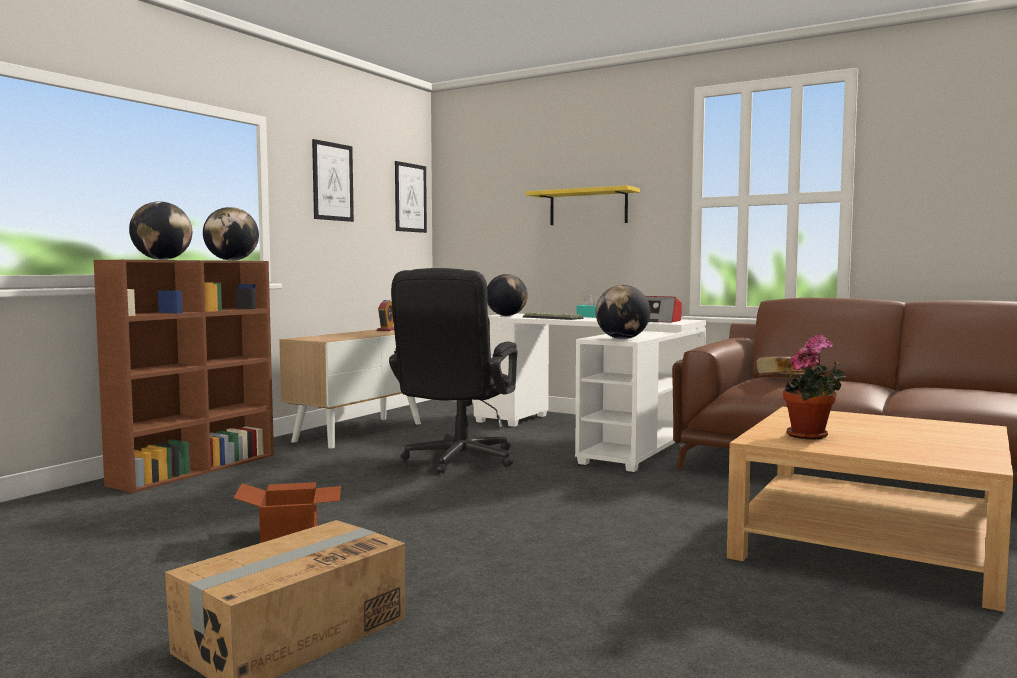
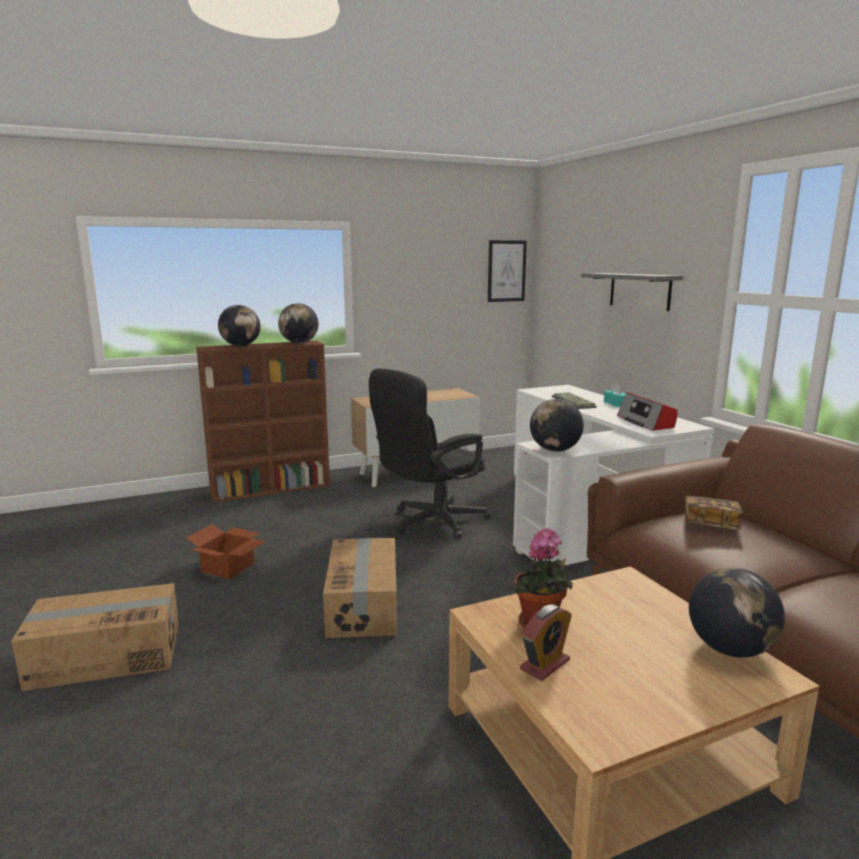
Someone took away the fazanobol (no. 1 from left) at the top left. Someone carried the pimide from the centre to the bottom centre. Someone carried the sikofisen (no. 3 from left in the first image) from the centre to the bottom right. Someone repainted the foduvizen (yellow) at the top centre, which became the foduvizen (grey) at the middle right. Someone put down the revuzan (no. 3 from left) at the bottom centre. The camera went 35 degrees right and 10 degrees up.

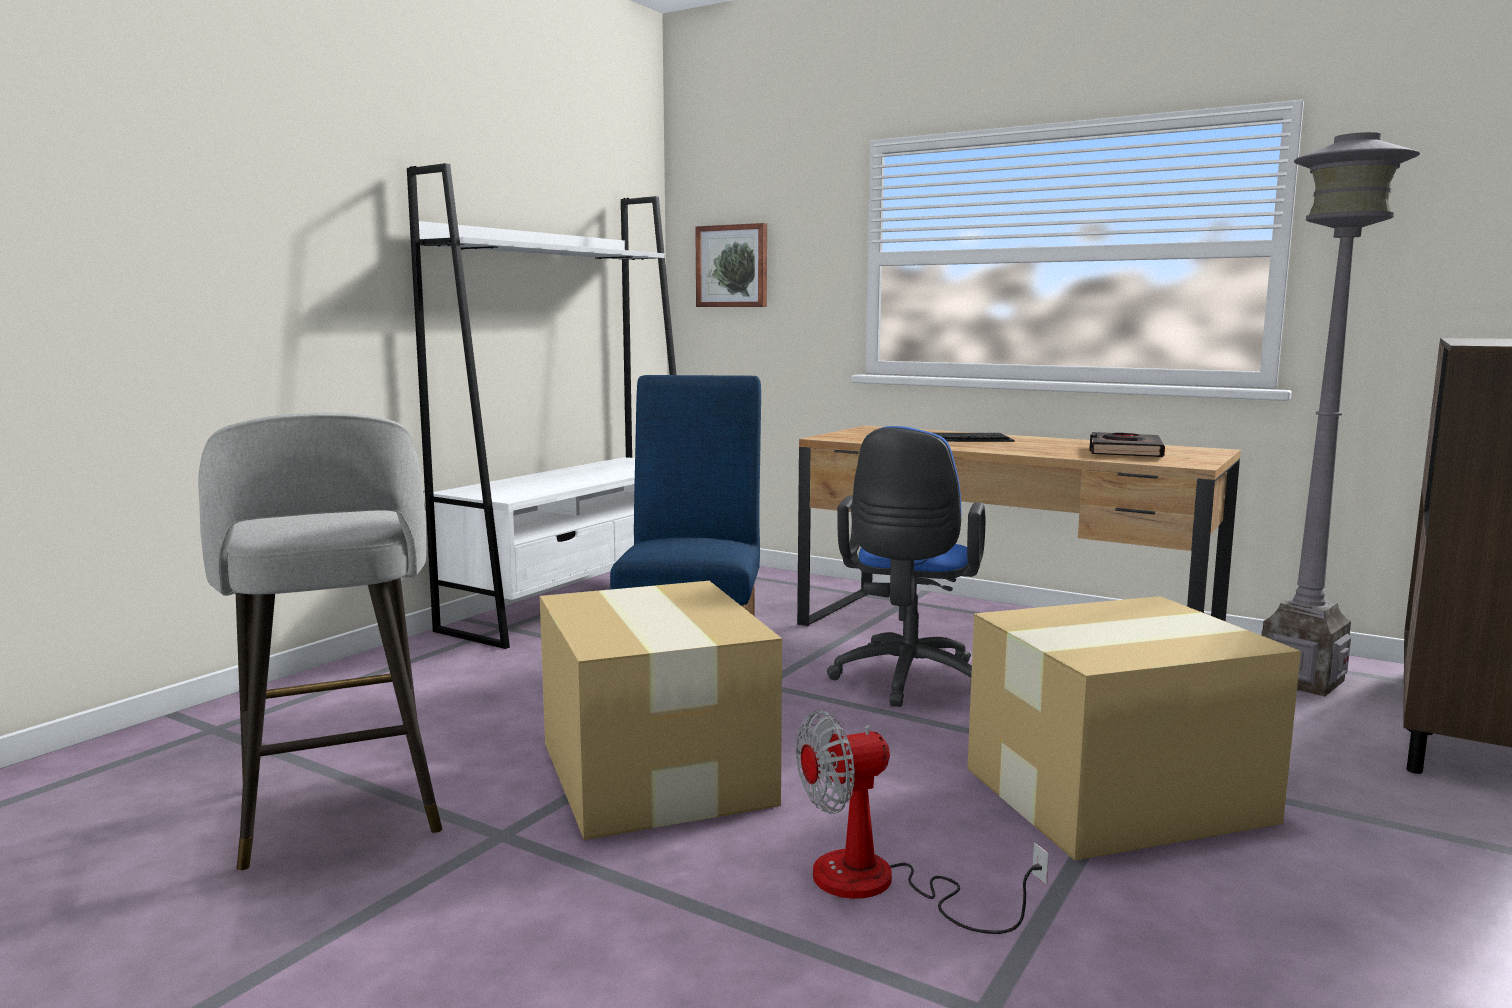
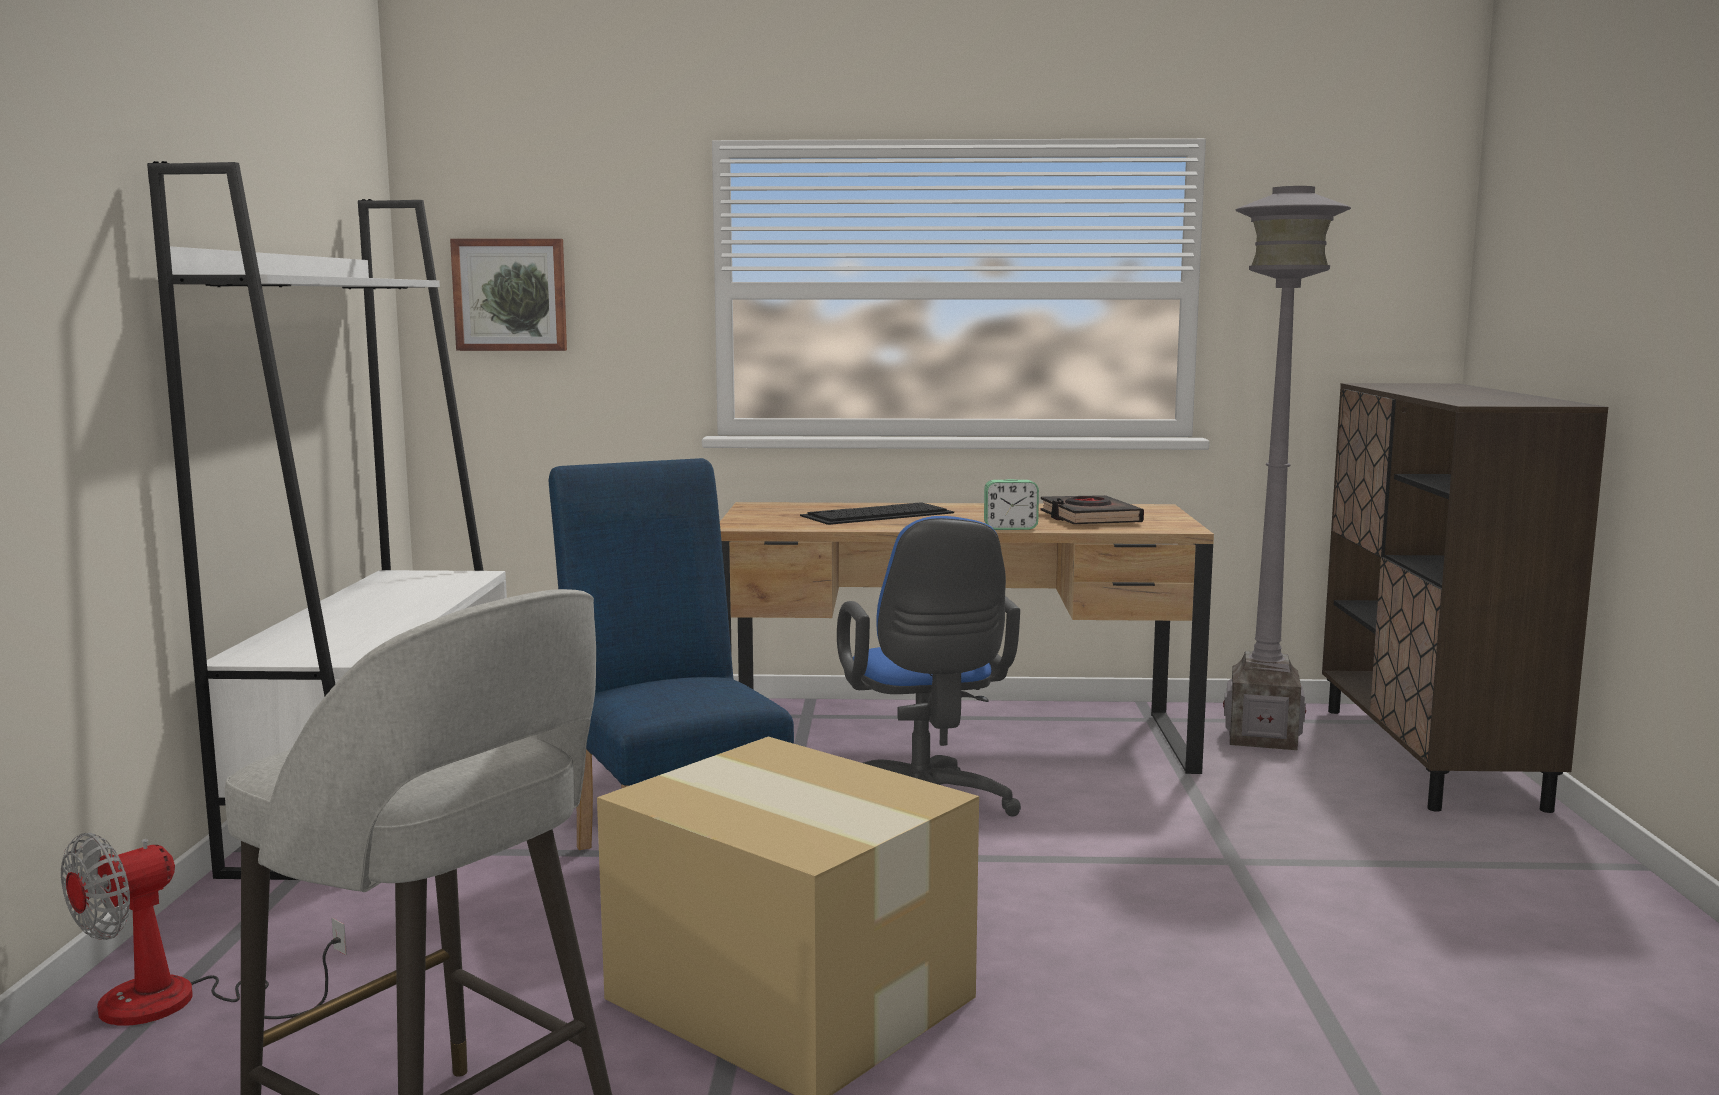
Someone carried the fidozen from the bottom centre to the bottom left. Someone took away the revuzan (no. 2 from left) at the bottom right. Someone put down the pimide at the centre. The camera went 30 degrees left and 0 degrees up.

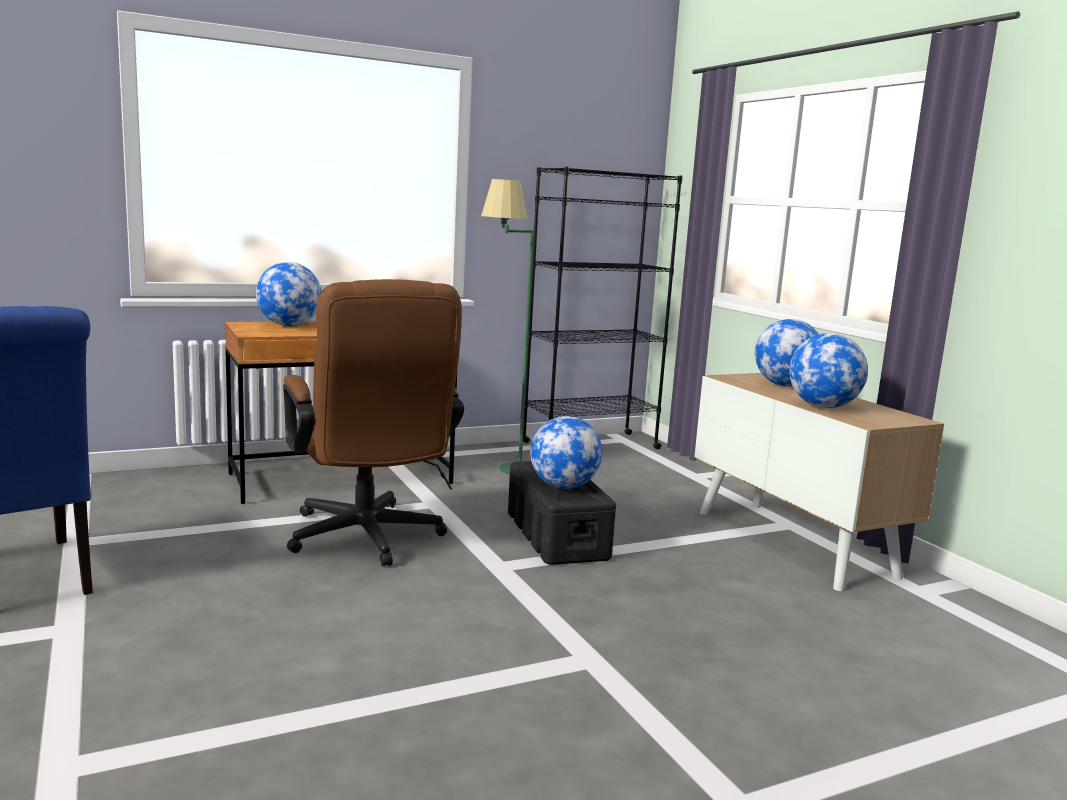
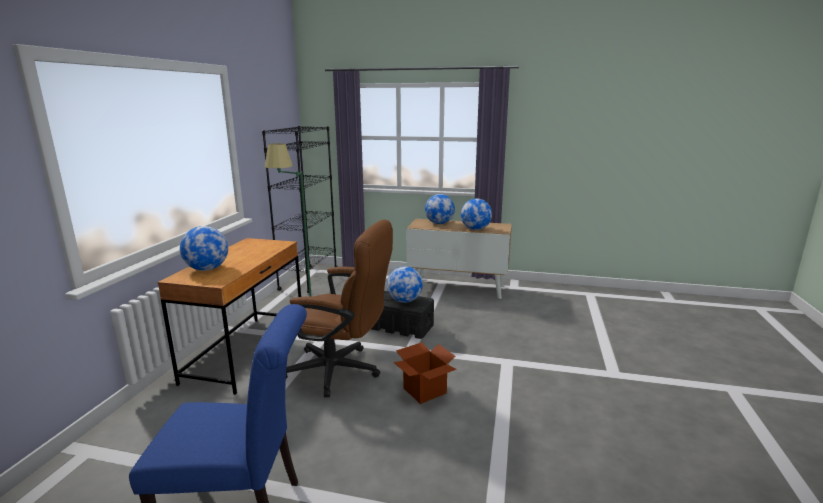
Someone put down the revuzan at the bottom centre. The camera went 50 degrees left and 5 degrees up.

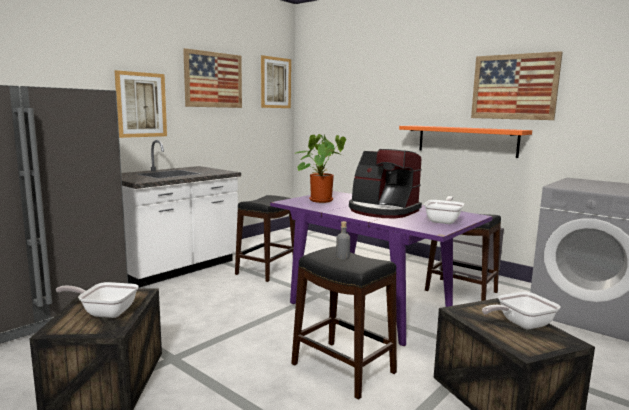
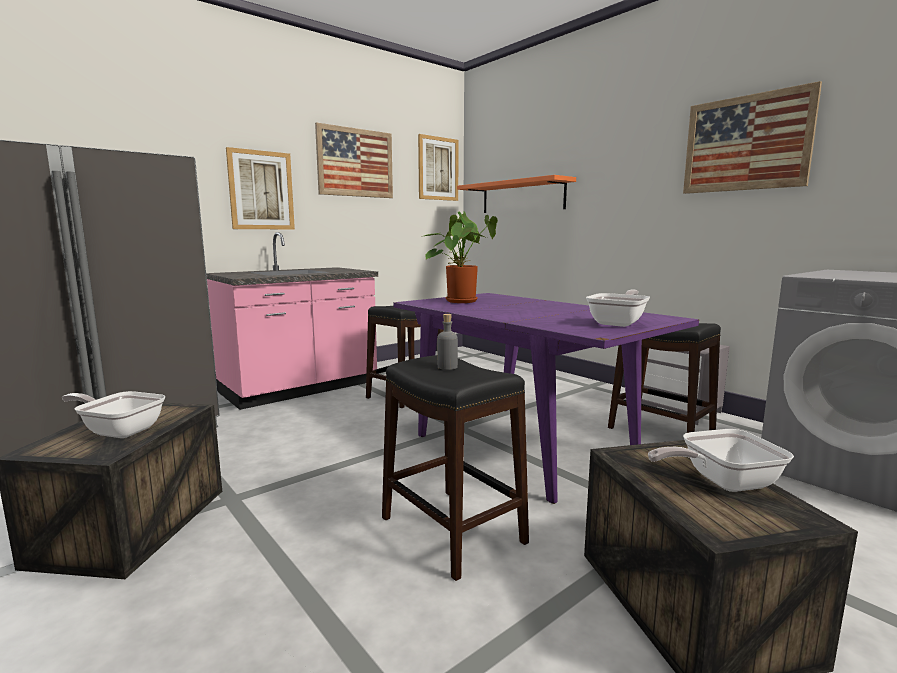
Someone repainted the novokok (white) at the middle left, which became the novokok (pink) at the middle left. Someone took away the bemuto at the centre. Someone carried the foduvizen (orange) from the middle right to the top centre. The camera went 10 degrees right and 0 degrees up.

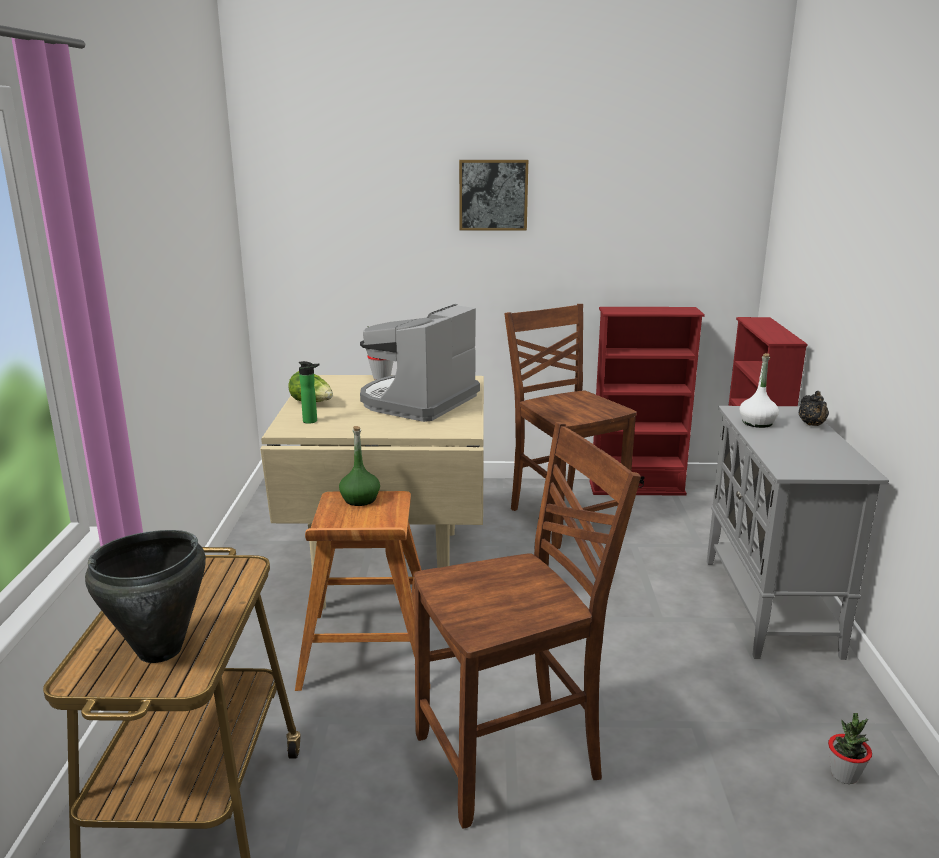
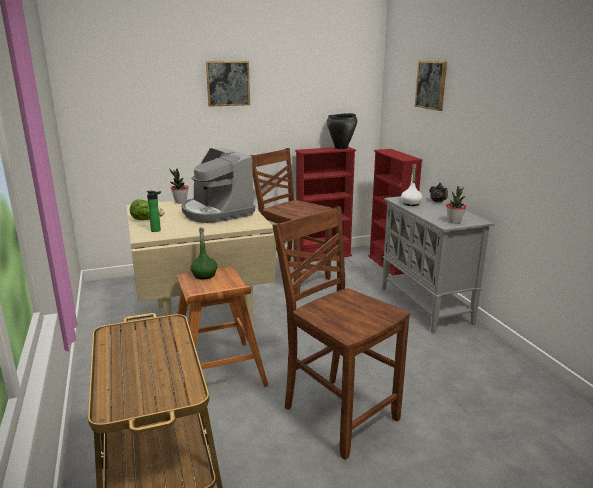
Someone carried the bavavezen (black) from the bottom left to the top centre. Someone rotated the bemuto at the centre by 45 degrees counterclockwise. Someone rotated the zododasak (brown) (no. 1 from left in the first image) at the bottom centre by 90 degrees counterclockwise. Someone carried the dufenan (no. 2 from left) from the bottom right to the middle right. Someone put up the fazanobol (no. 2 from left) at the top right. The camera went 20 degrees left and 0 degrees up.

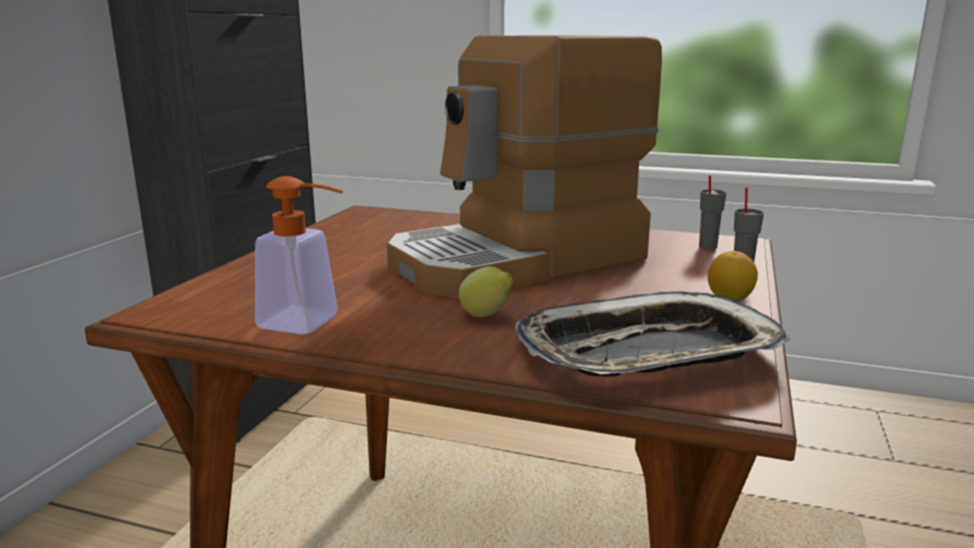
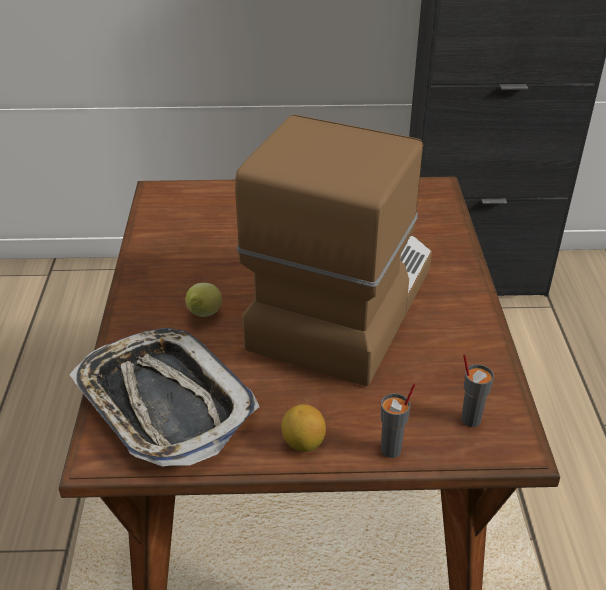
Someone took away the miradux at the middle left. Someone rotated the bemuto at the top centre by 75 degrees clockwise. The camera went 70 degrees right and 20 degrees up.

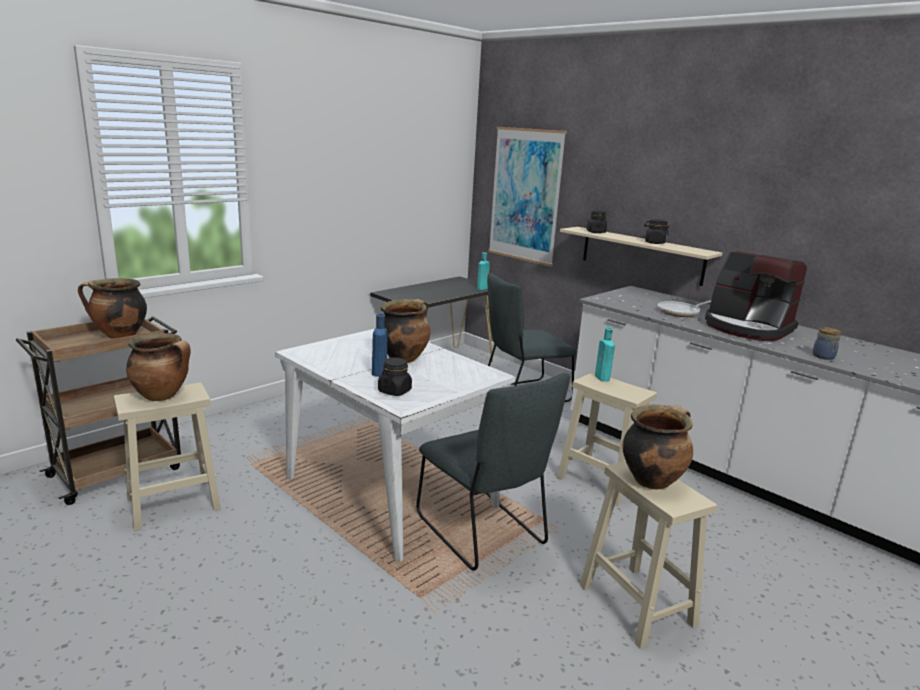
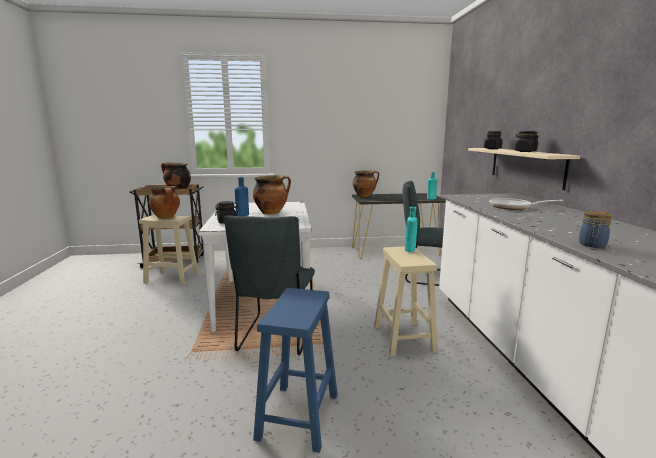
Someone took away the fazanobol at the top centre. Someone repainted the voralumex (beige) (no. 3 from left) at the bottom right, which became the voralumex (blue) at the bottom centre. Someone carried the bavavezen (no. 4 from left) from the middle right to the centre. Someone took away the bemuto at the middle right. The camera went 40 degrees right and 5 degrees down.

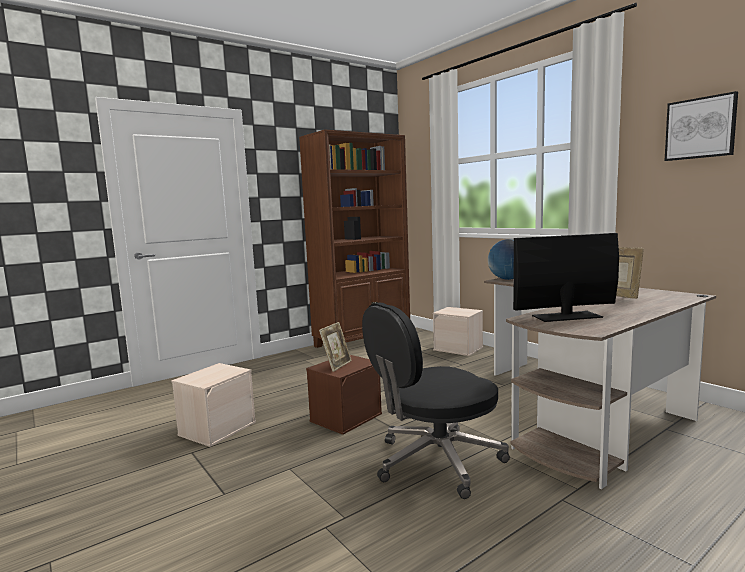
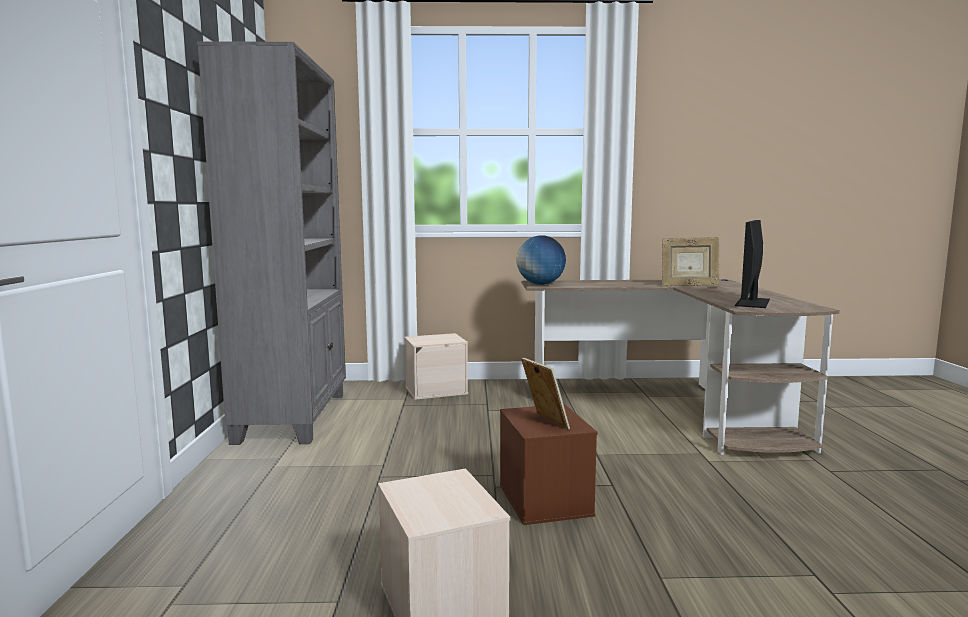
Someone repainted the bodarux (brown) at the centre, which became the bodarux (grey) at the middle left. Someone took away the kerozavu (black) at the bottom centre. Someone took away the fazanobol at the top right. The camera went 55 degrees left and 0 degrees up.

